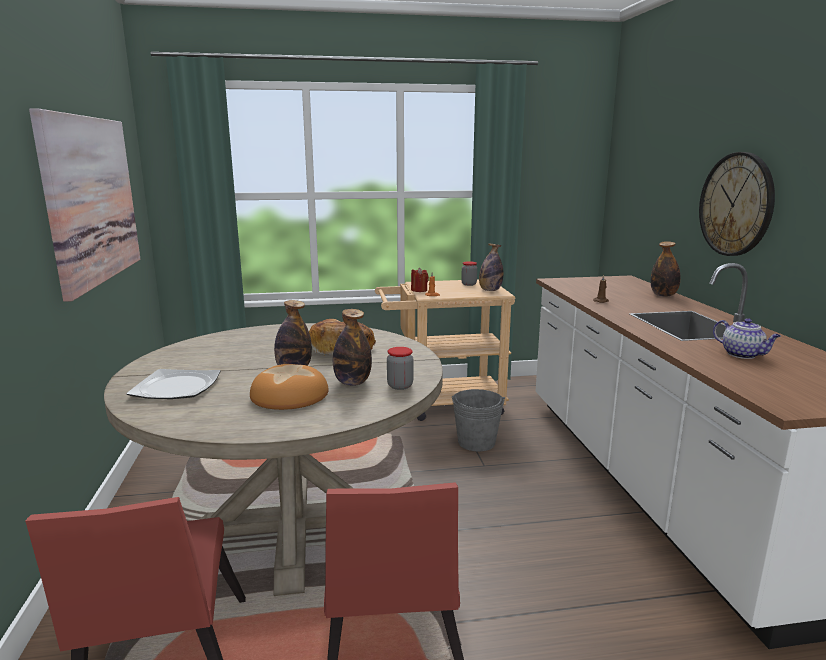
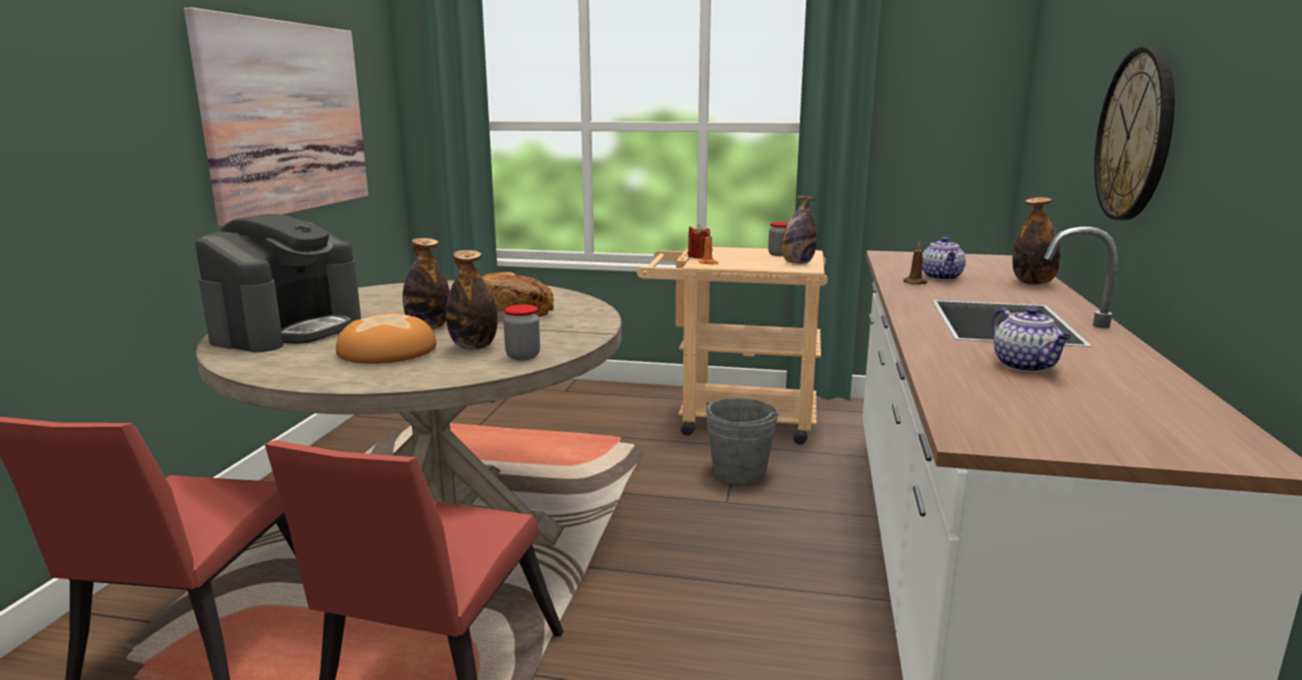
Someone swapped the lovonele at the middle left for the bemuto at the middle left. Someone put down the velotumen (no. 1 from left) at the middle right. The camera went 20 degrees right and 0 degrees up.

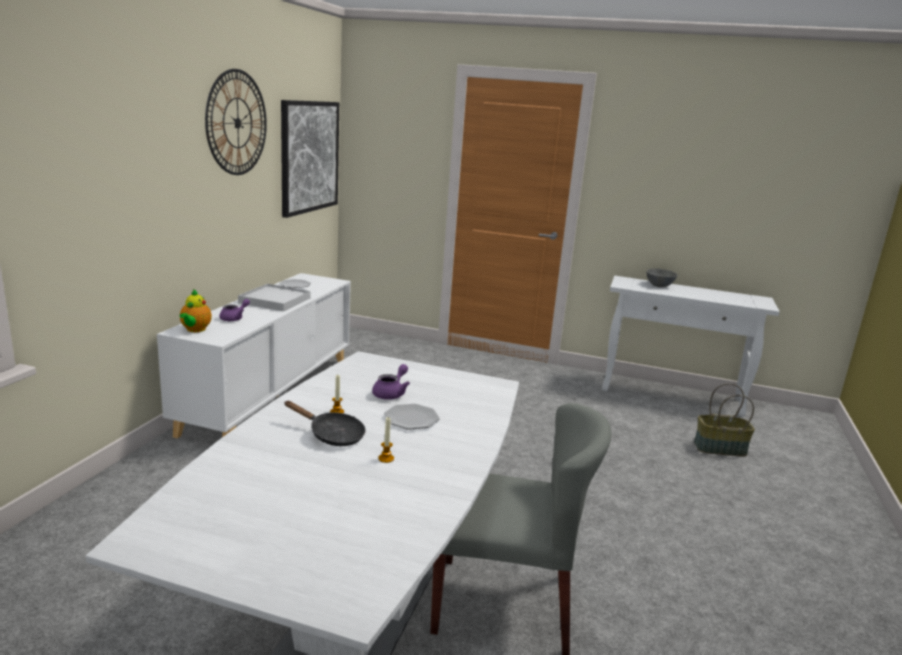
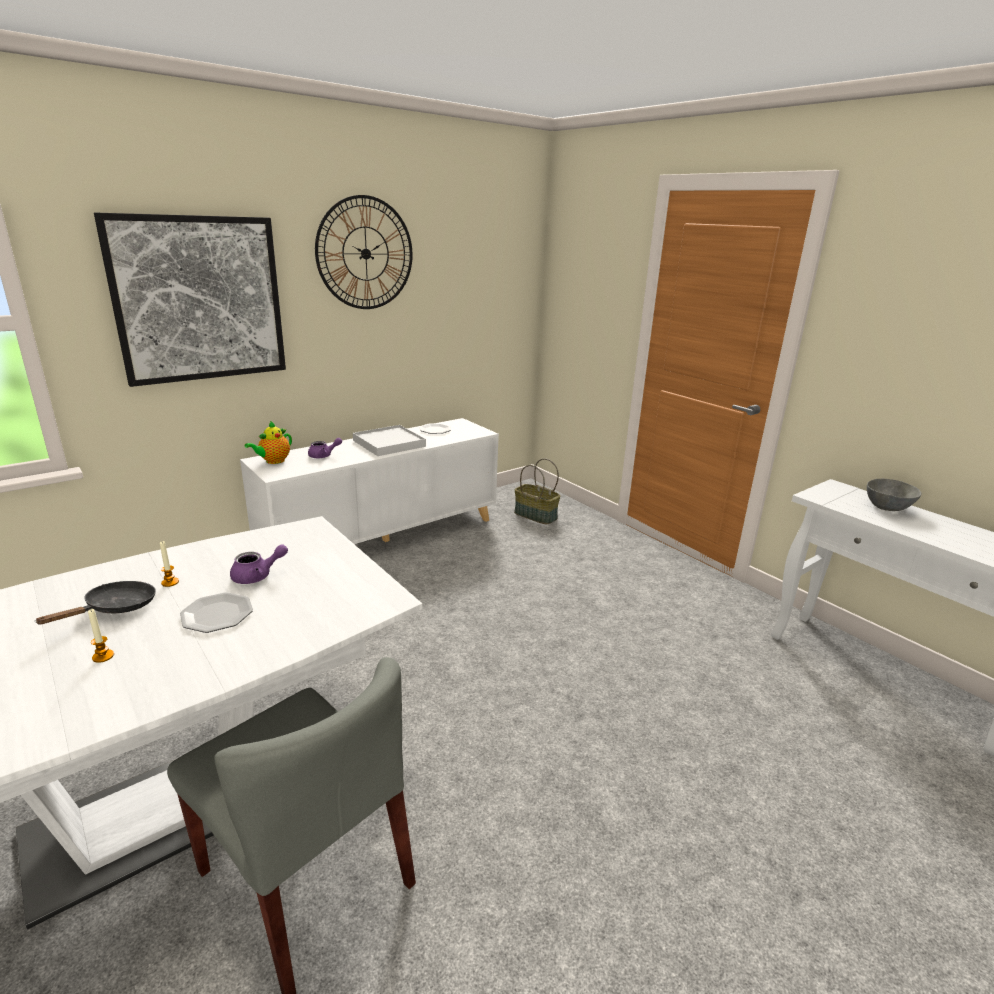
Someone carried the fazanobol from the top centre to the top left. Someone rotated the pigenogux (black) at the centre by 120 degrees counterclockwise. Someone carried the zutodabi from the middle right to the centre. The camera went 35 degrees right and 5 degrees up.

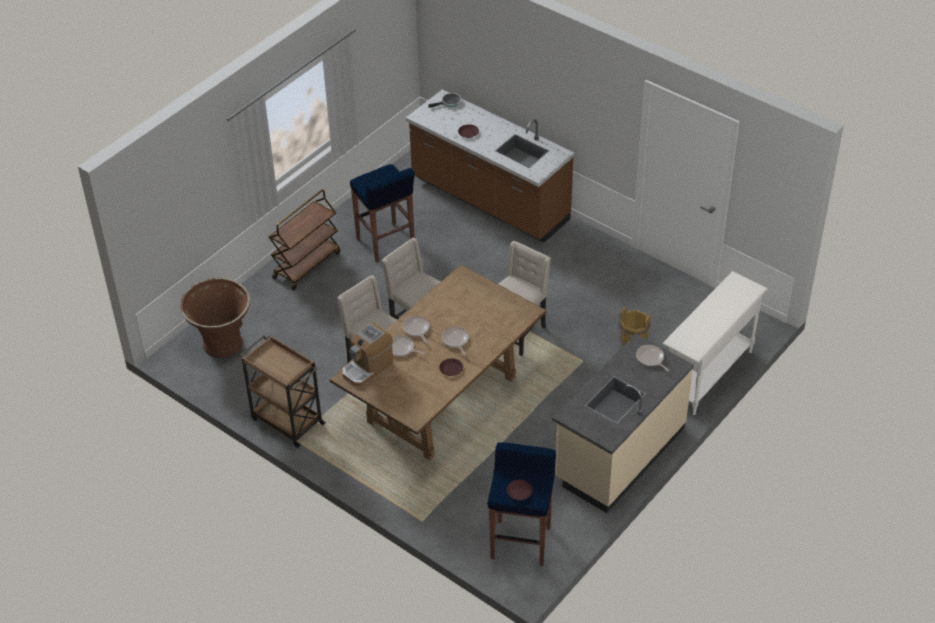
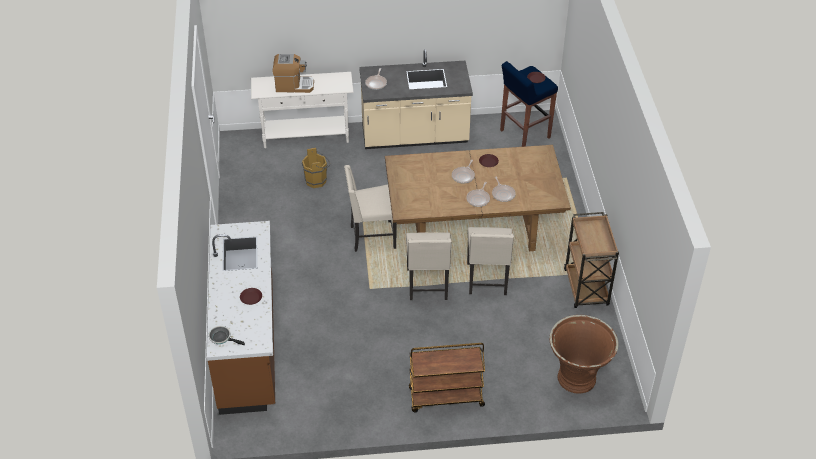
Someone carried the bemuto from the centre to the top centre. Someone took away the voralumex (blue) (no. 1 from left) at the centre. The camera went 135 degrees left and 0 degrees up.

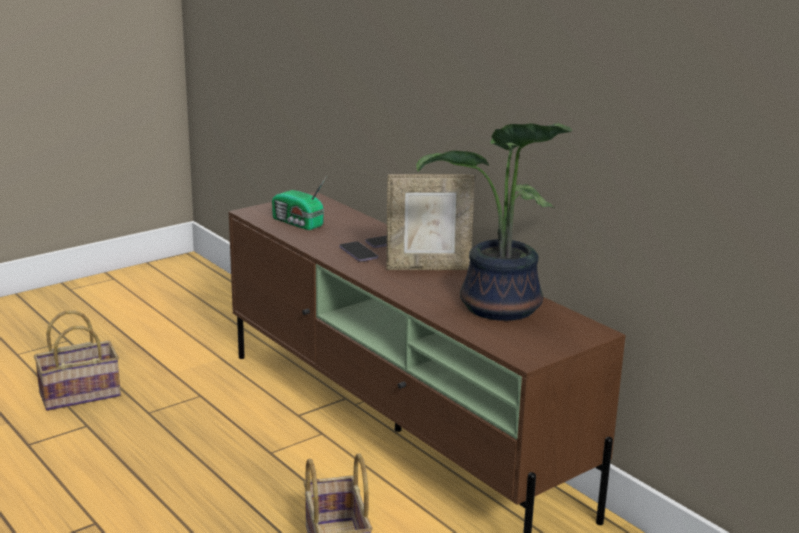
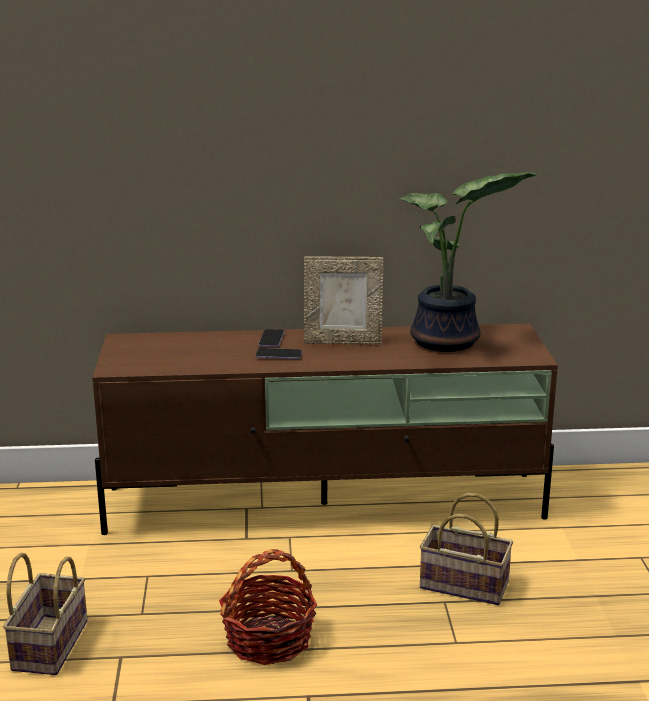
Someone took away the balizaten at the centre. Someone rotated the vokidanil at the centre by 60 degrees clockwise. Someone put down the zutodabi (no. 2 from left) at the bottom centre. The camera went 55 degrees left and 0 degrees up.

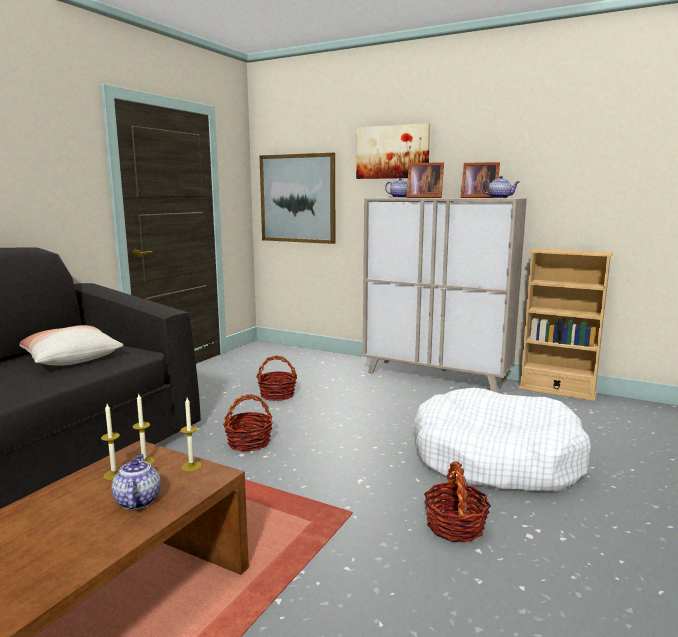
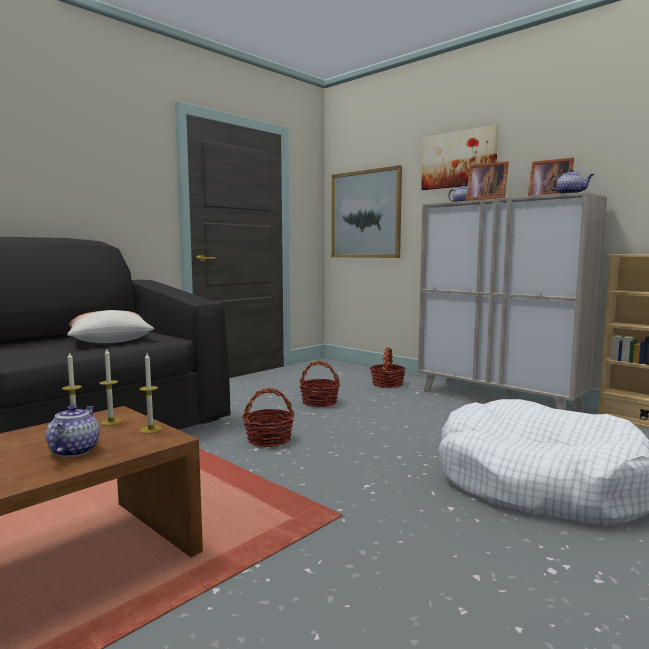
Someone carried the zutodabi (no. 3 from left) from the bottom right to the centre. The camera went 15 degrees right and 5 degrees down.

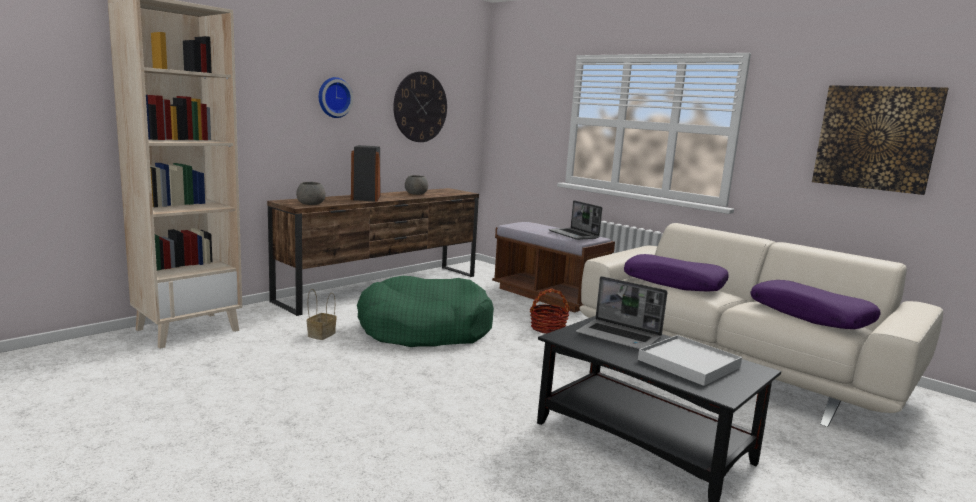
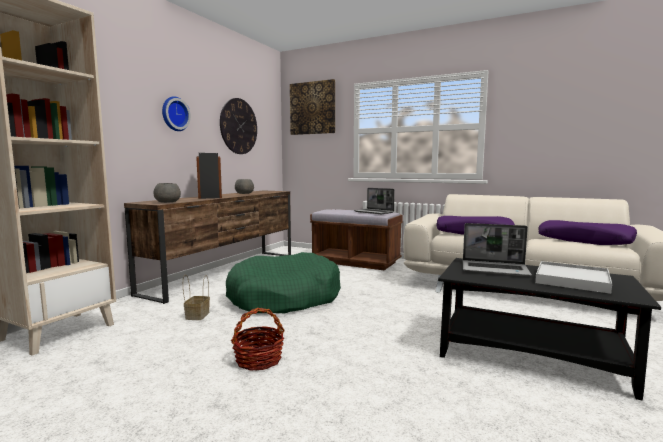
Someone carried the zutodabi (no. 2 from left) from the centre to the bottom centre. Someone carried the fazanobol from the top right to the top centre. The camera went 15 degrees left and 5 degrees down.

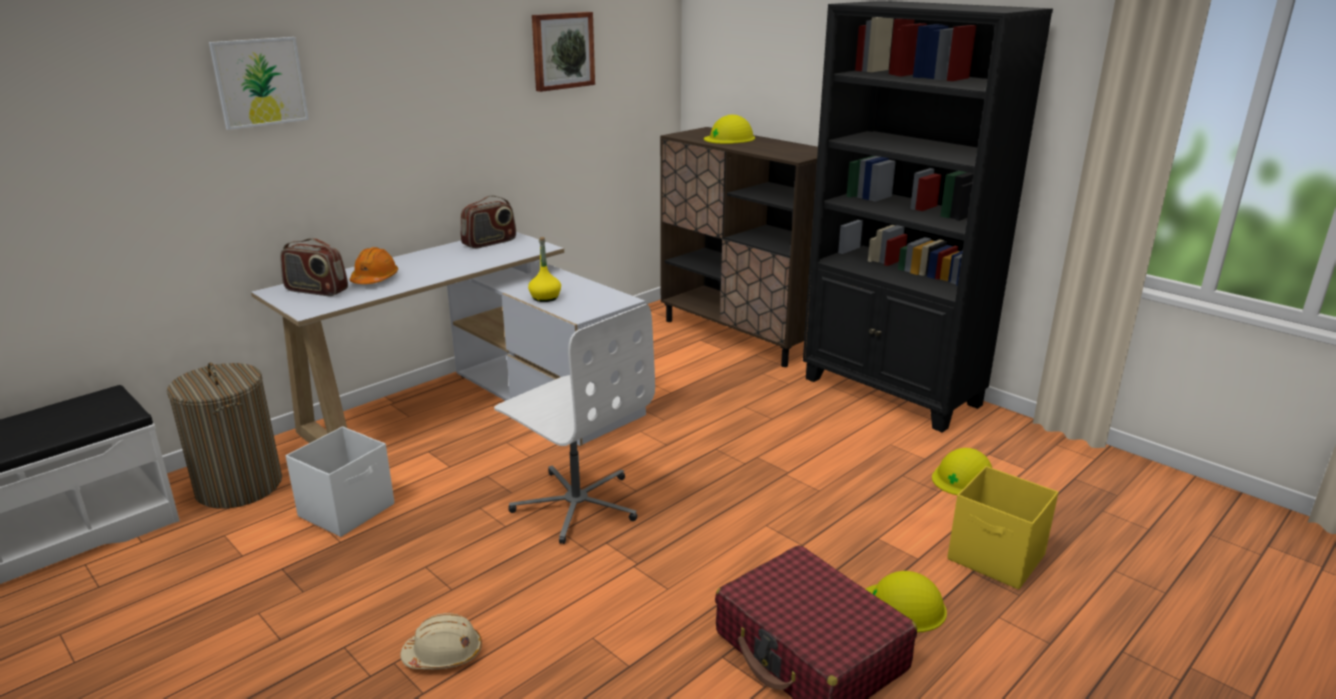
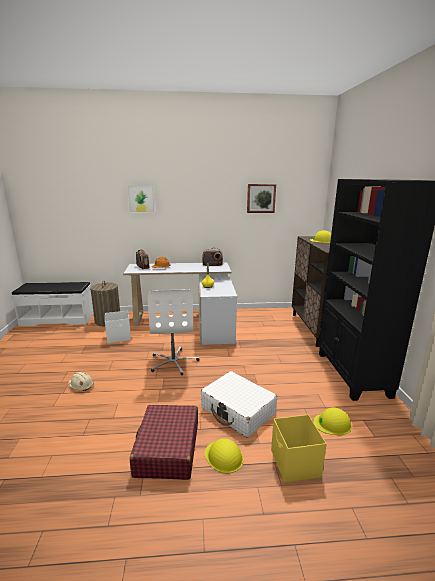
Someone put down the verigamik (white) at the bottom centre. The camera went 40 degrees right and 5 degrees down.

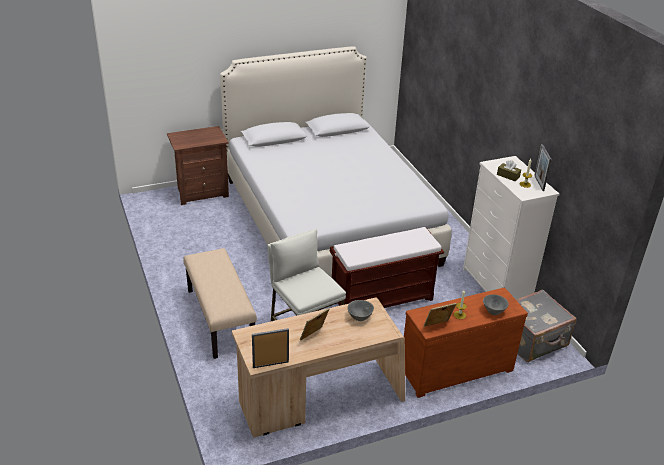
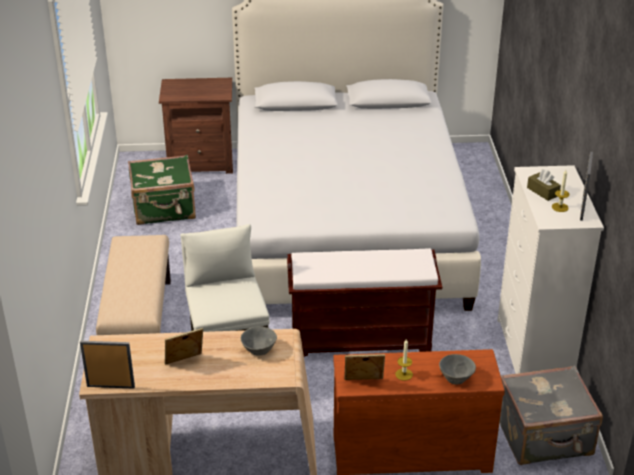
Someone put down the verigamik (green) at the middle left. The camera went 20 degrees right and 0 degrees up.

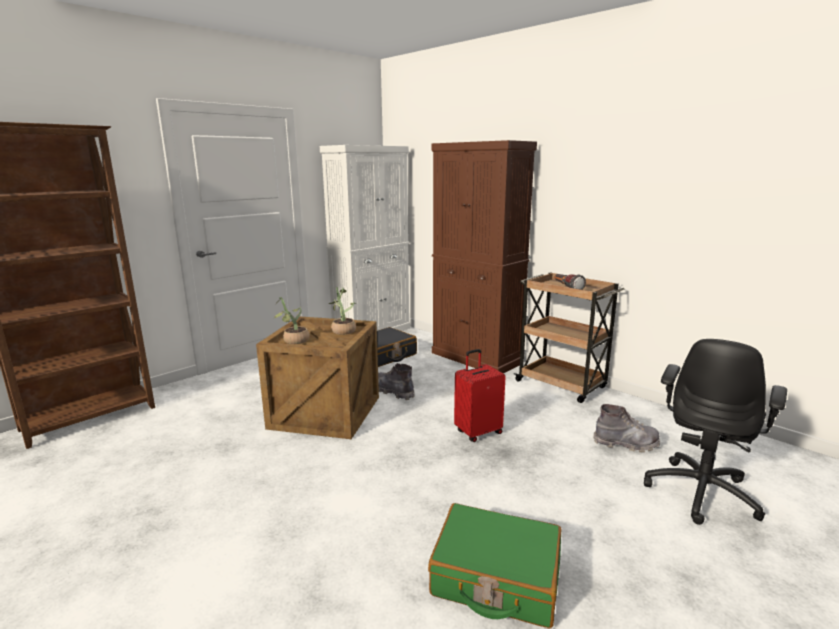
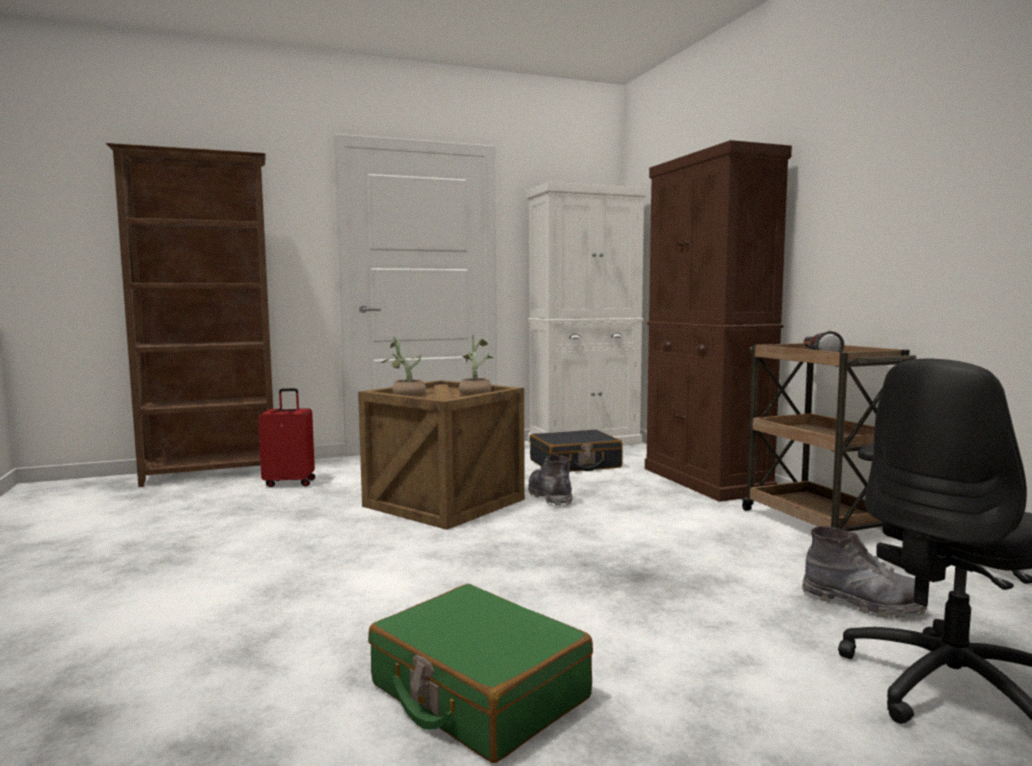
Someone carried the verigamik (red) from the centre to the middle left. The camera went 25 degrees right and 10 degrees down.

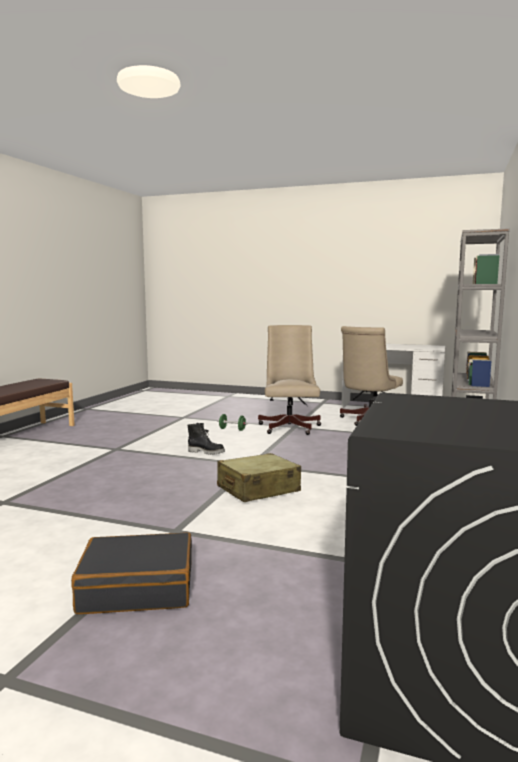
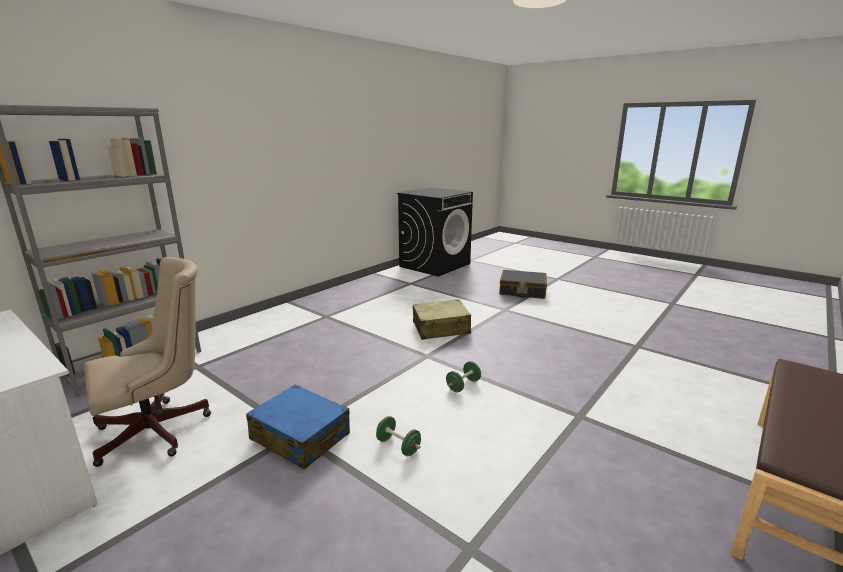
Someone swapped the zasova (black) at the centre for the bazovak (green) (no. 2 from left) at the centre. Someone swapped the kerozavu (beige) (no. 1 from left) at the centre for the verigamik (blue) at the bottom centre. The camera went 160 degrees left and 10 degrees up.

